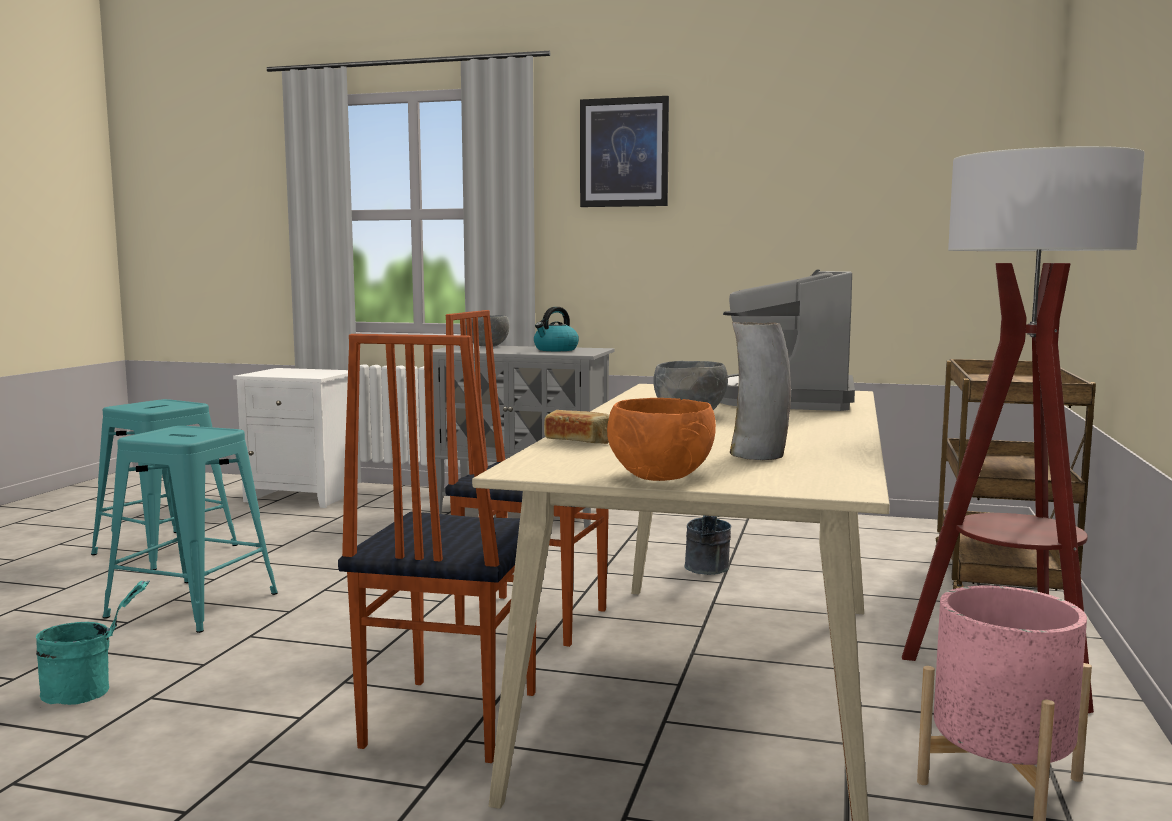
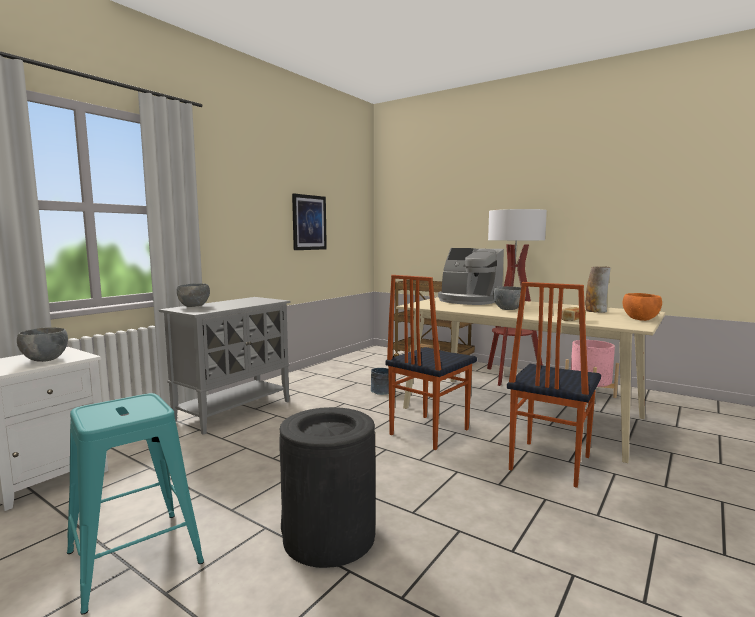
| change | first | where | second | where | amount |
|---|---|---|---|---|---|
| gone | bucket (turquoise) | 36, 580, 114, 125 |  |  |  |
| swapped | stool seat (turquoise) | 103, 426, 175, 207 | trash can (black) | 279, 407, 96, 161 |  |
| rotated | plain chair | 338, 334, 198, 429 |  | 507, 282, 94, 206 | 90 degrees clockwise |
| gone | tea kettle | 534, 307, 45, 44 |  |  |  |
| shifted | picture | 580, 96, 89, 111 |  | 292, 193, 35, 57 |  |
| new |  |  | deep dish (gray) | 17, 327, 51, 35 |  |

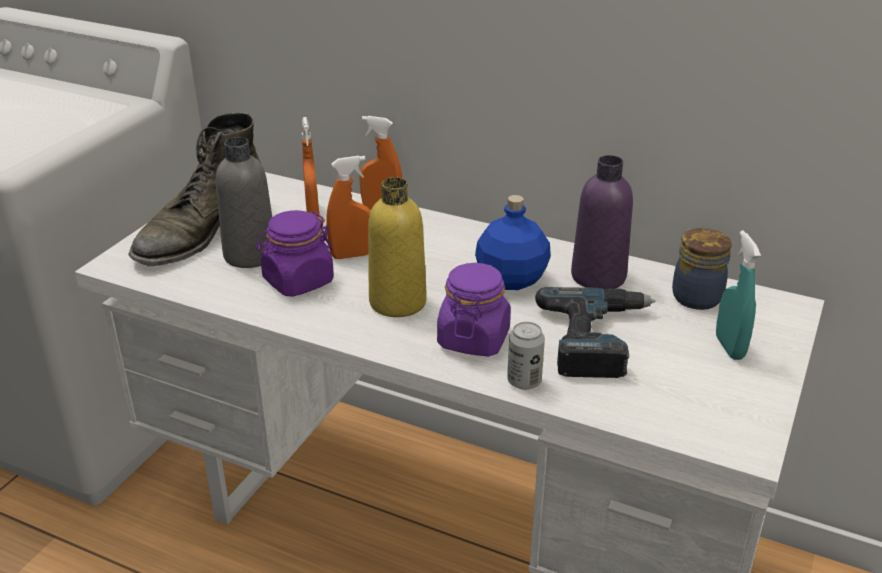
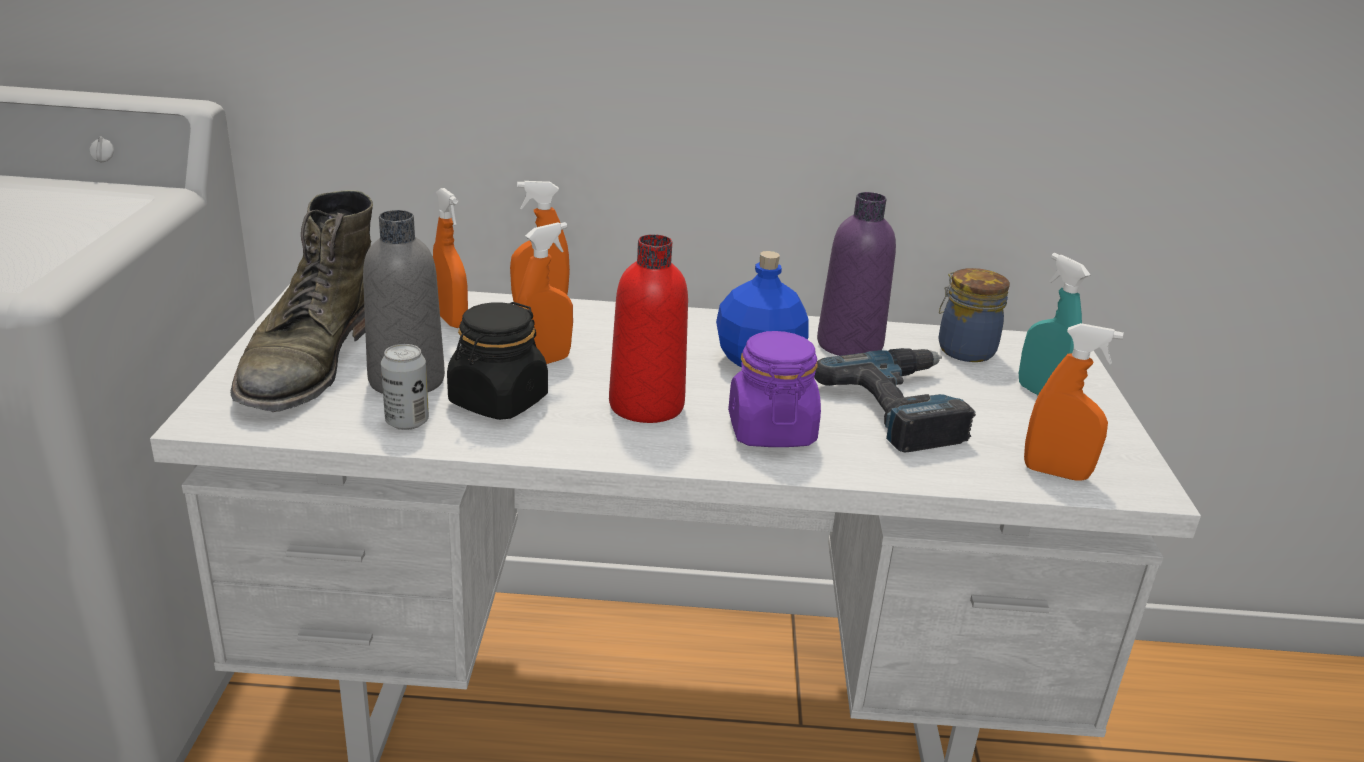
| change | first | where | second | where | amount |
|---|---|---|---|---|---|
| repainted | preserve jar (purplish) | 256, 210, 78, 87 | preserve jar (black) | 447, 302, 101, 118 |  |
| repainted | bottle (yellow) | 368, 177, 59, 140 | bottle (reddish) | 609, 234, 79, 189 |  |
| shifted | metal can | 507, 322, 38, 68 |  | 381, 344, 48, 86 |  |
| new |  |  | hand sprayer (orange-coloured) | 1024, 323, 100, 157 |  |

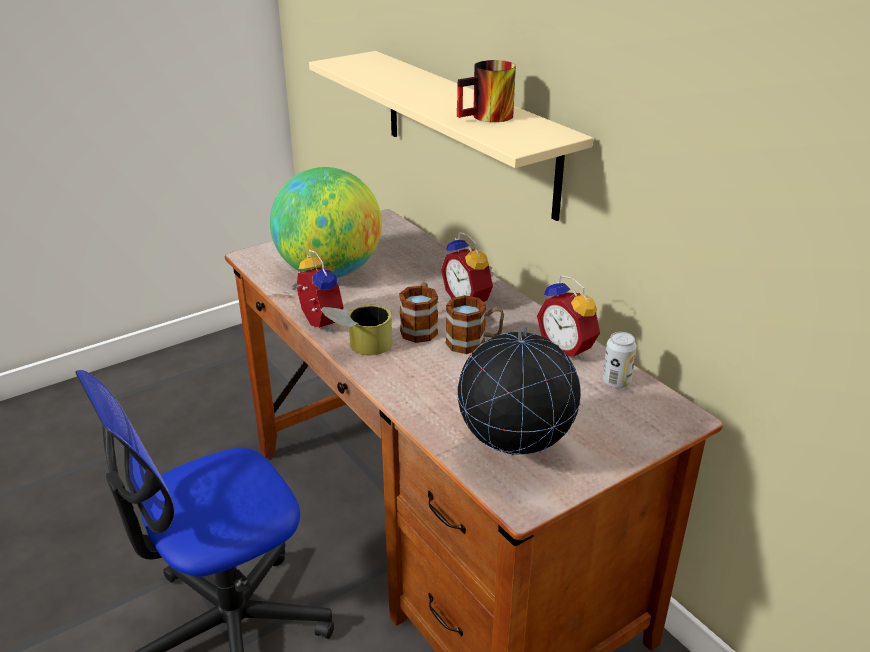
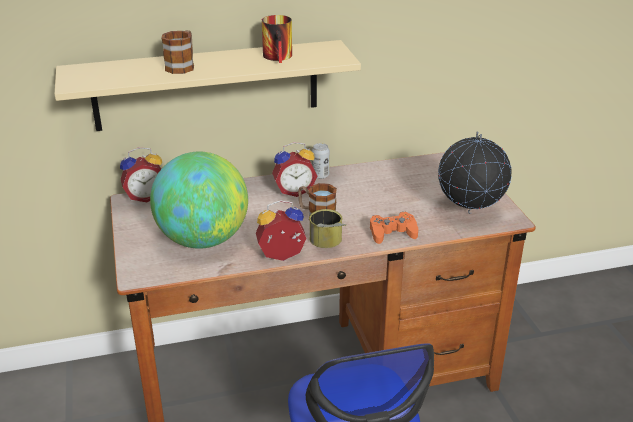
| change | first | where | second | where | amount |
|---|---|---|---|---|---|
| shifted | tea mug | 446, 295, 58, 59 |  | 161, 30, 33, 44 |  |
| shifted | bedside clock | 537, 275, 63, 84 |  | 120, 147, 42, 55 |  |
| shifted | metal can | 602, 332, 35, 57 |  | 312, 143, 18, 36 |  |
| new |  |  | joypad (orange-coloured) | 370, 212, 48, 32 |  |

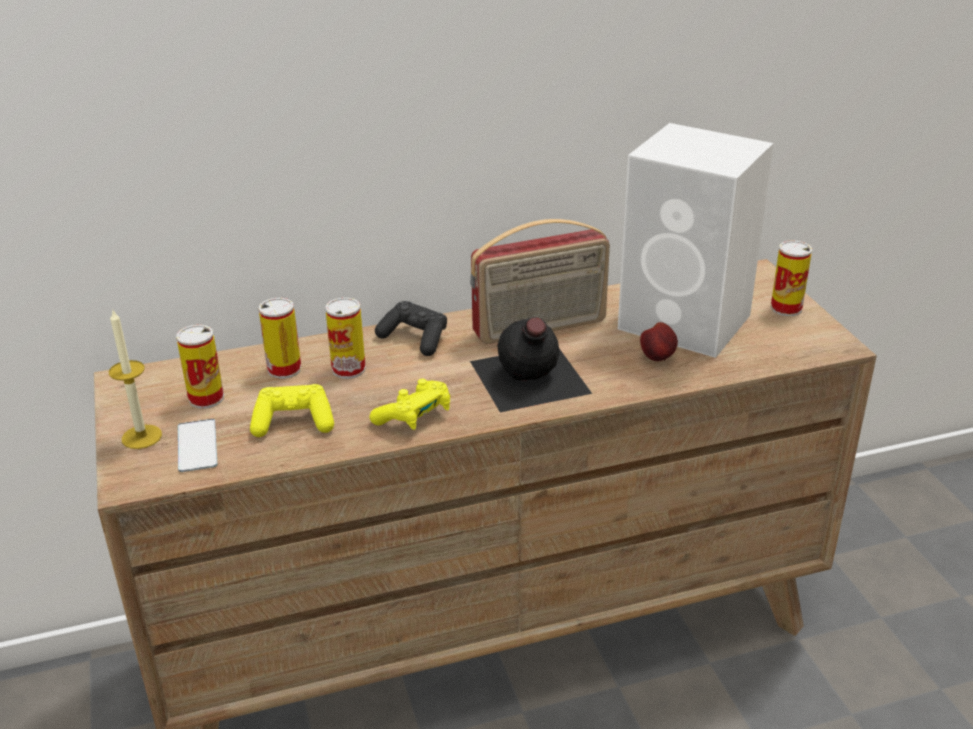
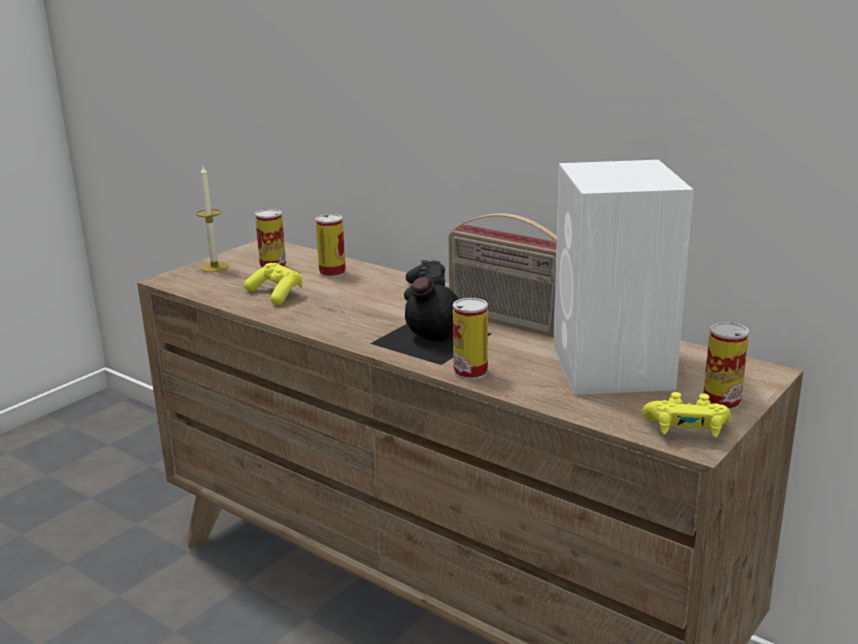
| change | first | where | second | where | amount |
|---|---|---|---|---|---|
| gone | phone | 178, 419, 39, 53 |  |  |  |
| shifted | metal can | 325, 298, 41, 81 |  | 453, 298, 35, 82 |  |
| shifted | joypad (yellow) | 370, 379, 80, 51 |  | 642, 392, 89, 45 |  |
| gone | apple | 640, 322, 38, 39 |  |  |  |

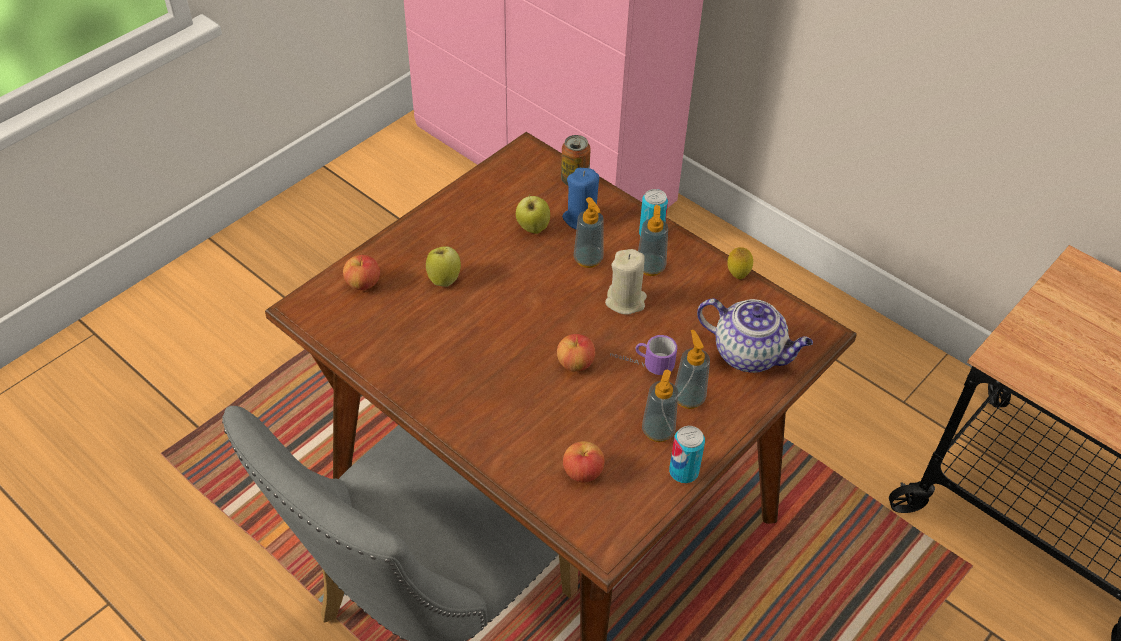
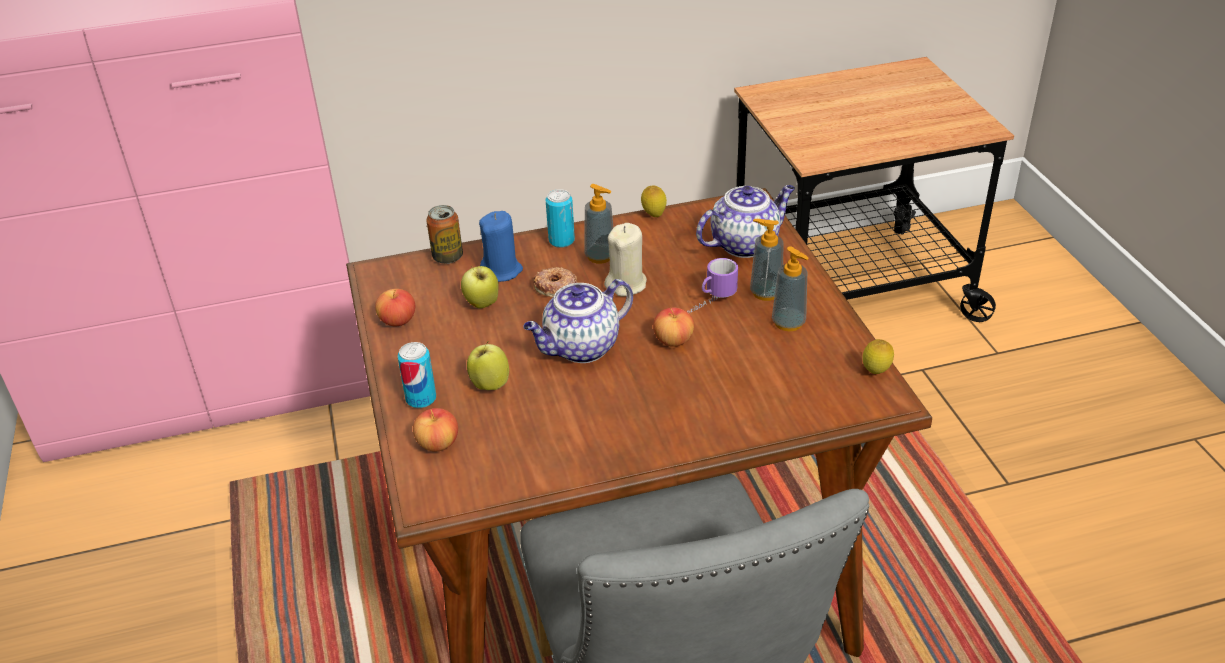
| change | first | where | second | where | amount |
|---|---|---|---|---|---|
| shifted | apple | 563, 441, 42, 41 |  | 375, 289, 40, 37 |  |
| swapped | liquid soap bottle | 574, 197, 30, 71 | donut | 534, 267, 43, 30 |  |
| shifted | metal can | 669, 426, 36, 57 |  | 397, 342, 39, 66 |  |
| new |  |  | tea pot | 523, 279, 110, 84 |  |
| new |  |  | citrus fruit | 862, 339, 32, 35 |  |

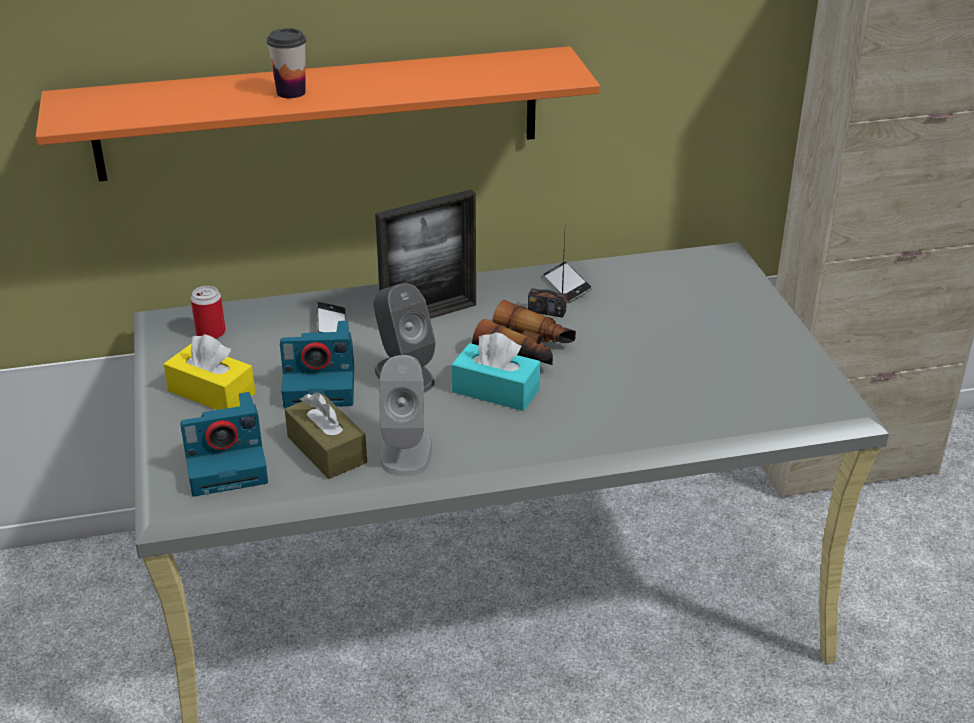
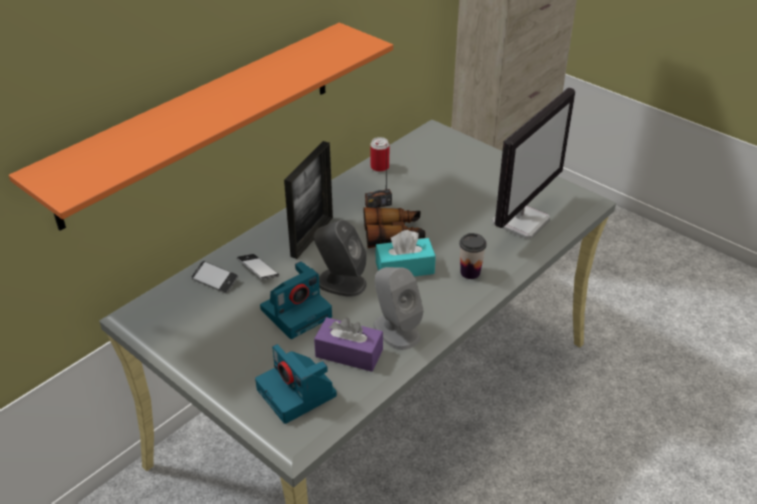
| change | first | where | second | where | amount |
|---|---|---|---|---|---|
| gone | tissue box (yellow) | 164, 334, 91, 76 |  |  |  |
| rotated | photo camera | 180, 392, 88, 104 |  | 255, 344, 82, 80 | 105 degrees clockwise |
| shifted | metal can | 191, 286, 35, 53 |  | 370, 137, 19, 35 |  |
| shifted | drinking cup | 267, 28, 39, 70 |  | 459, 233, 28, 46 |  |
| repainted | tissue box (brownish) | 285, 392, 82, 87 | tissue box (purplish) | 314, 317, 69, 55 |  |
| shifted | phone | 543, 262, 49, 40 |  | 191, 261, 47, 32 |  |
| new |  |  | monitor | 492, 87, 83, 152 |  |

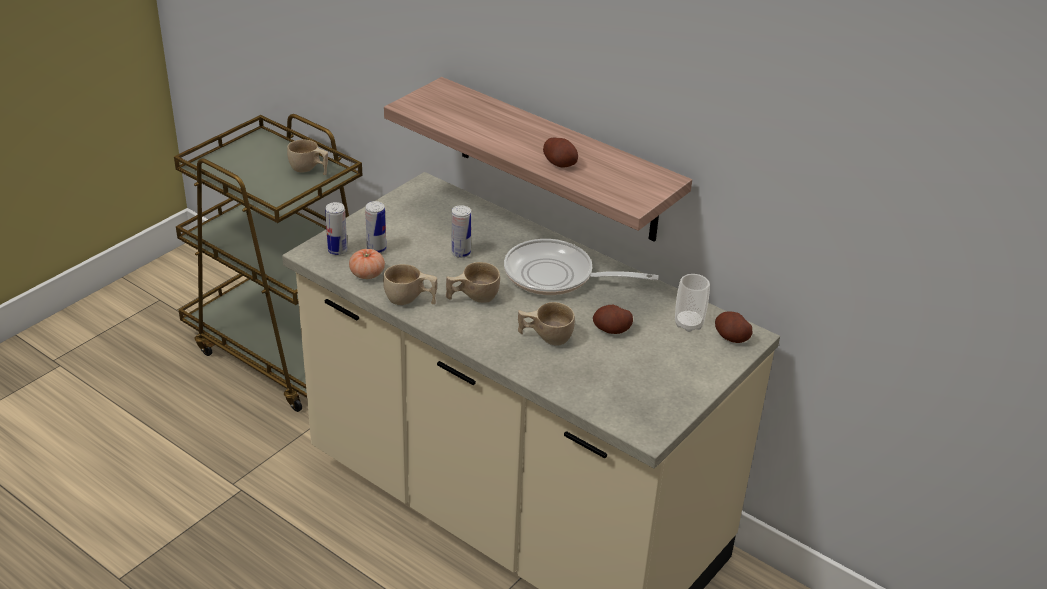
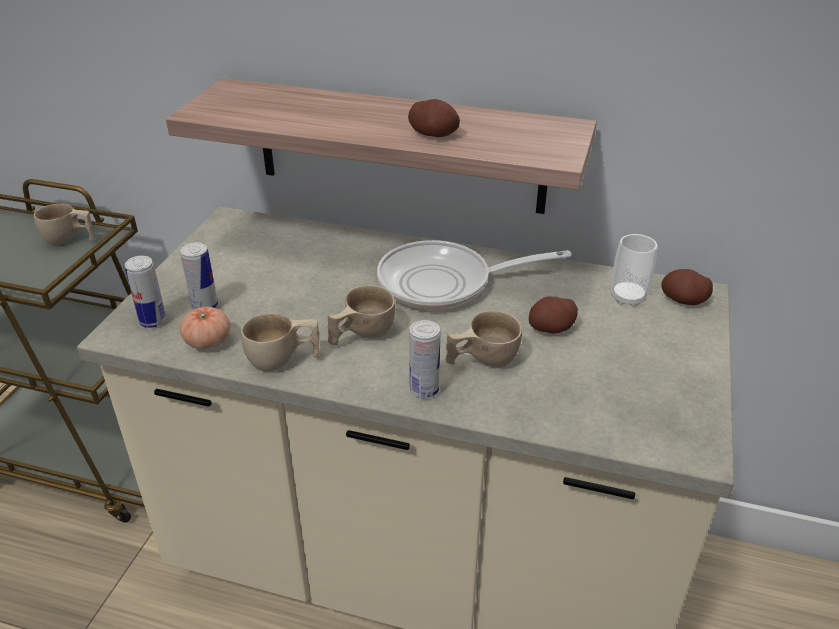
| change | first | where | second | where | amount |
|---|---|---|---|---|---|
| shifted | metal can | 451, 205, 20, 53 |  | 409, 320, 31, 79 |  |

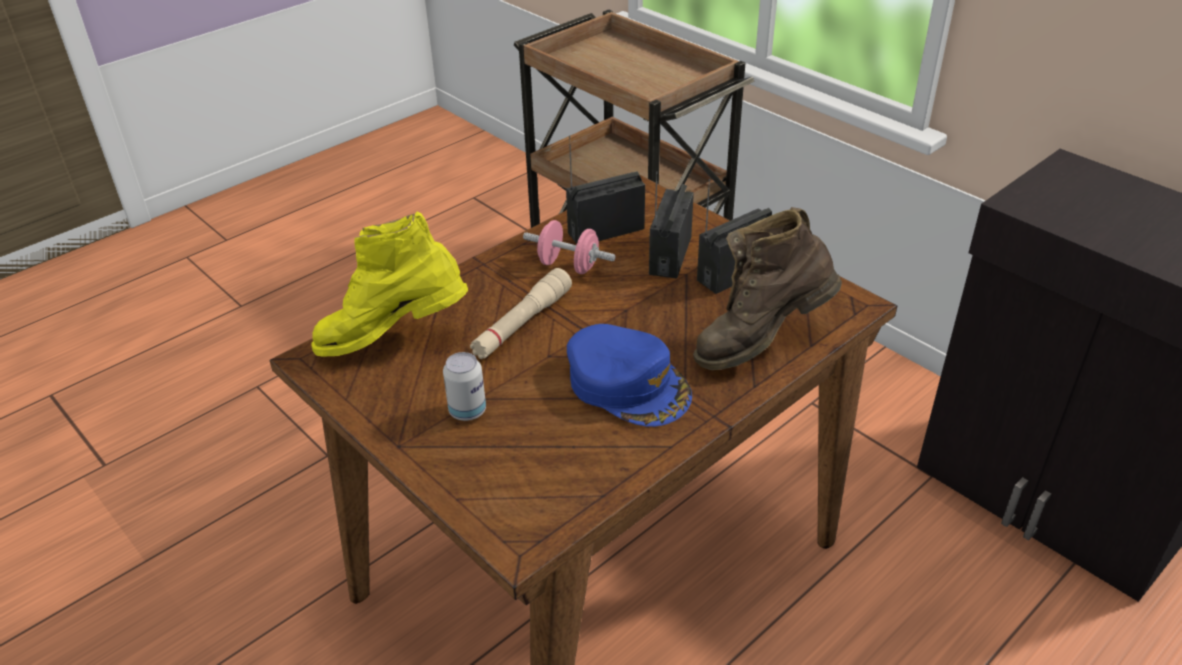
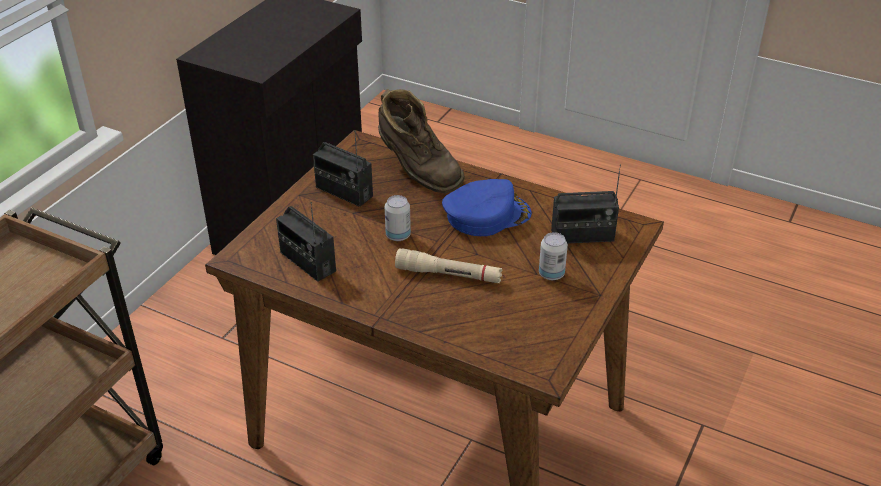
| change | first | where | second | where | amount |
|---|---|---|---|---|---|
| gone | tall boot (yellow) | 311, 212, 157, 144 |  |  |  |
| gone | dumbbell (pink-coloured) | 523, 220, 93, 54 |  |  |  |
| rotated | baseball cap (blue) | 567, 324, 125, 103 |  | 442, 179, 90, 57 | 45 degrees clockwise |
| shifted | radio set | 649, 172, 45, 107 |  | 551, 164, 70, 80 |  |
| new |  |  | metal can | 385, 195, 26, 46 |  |

